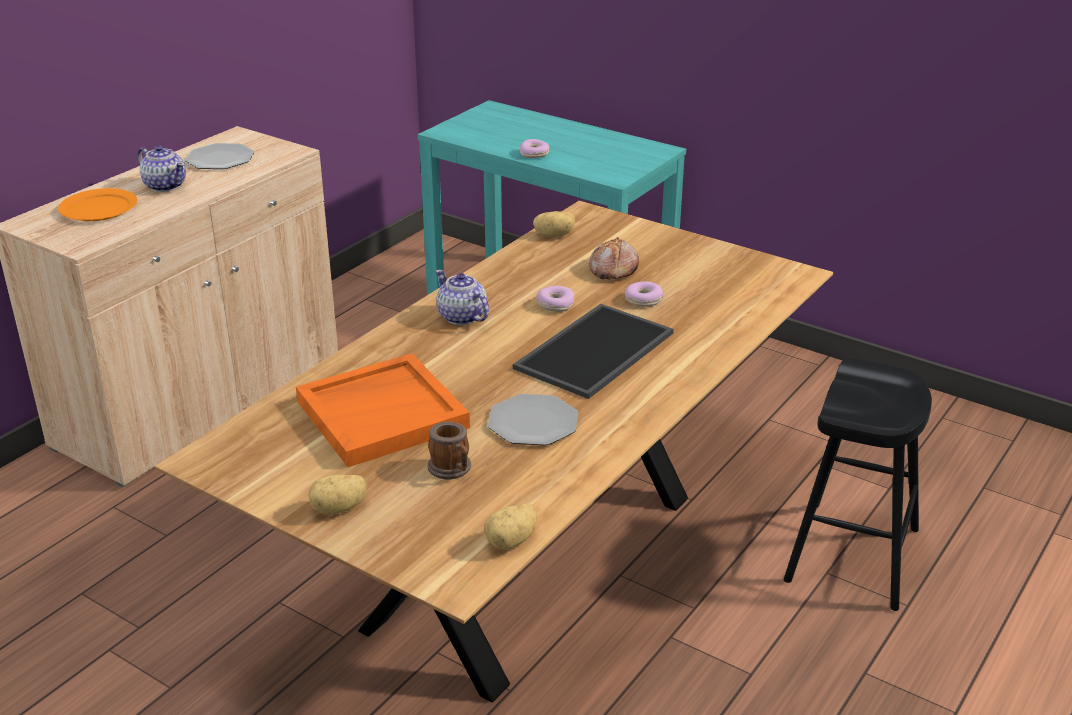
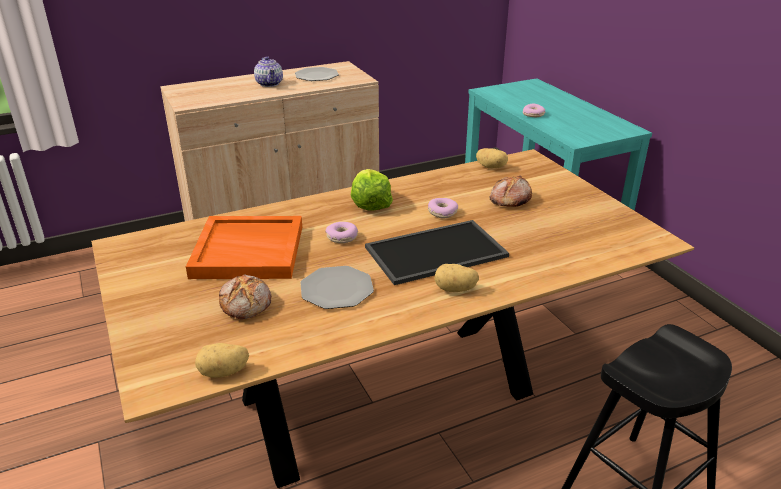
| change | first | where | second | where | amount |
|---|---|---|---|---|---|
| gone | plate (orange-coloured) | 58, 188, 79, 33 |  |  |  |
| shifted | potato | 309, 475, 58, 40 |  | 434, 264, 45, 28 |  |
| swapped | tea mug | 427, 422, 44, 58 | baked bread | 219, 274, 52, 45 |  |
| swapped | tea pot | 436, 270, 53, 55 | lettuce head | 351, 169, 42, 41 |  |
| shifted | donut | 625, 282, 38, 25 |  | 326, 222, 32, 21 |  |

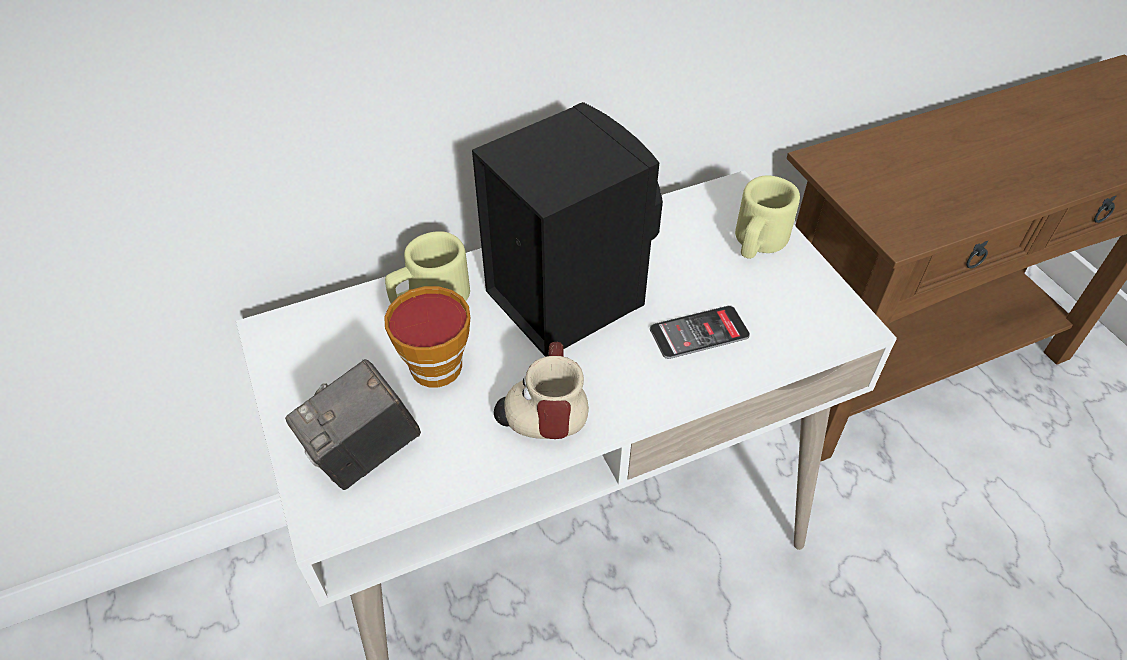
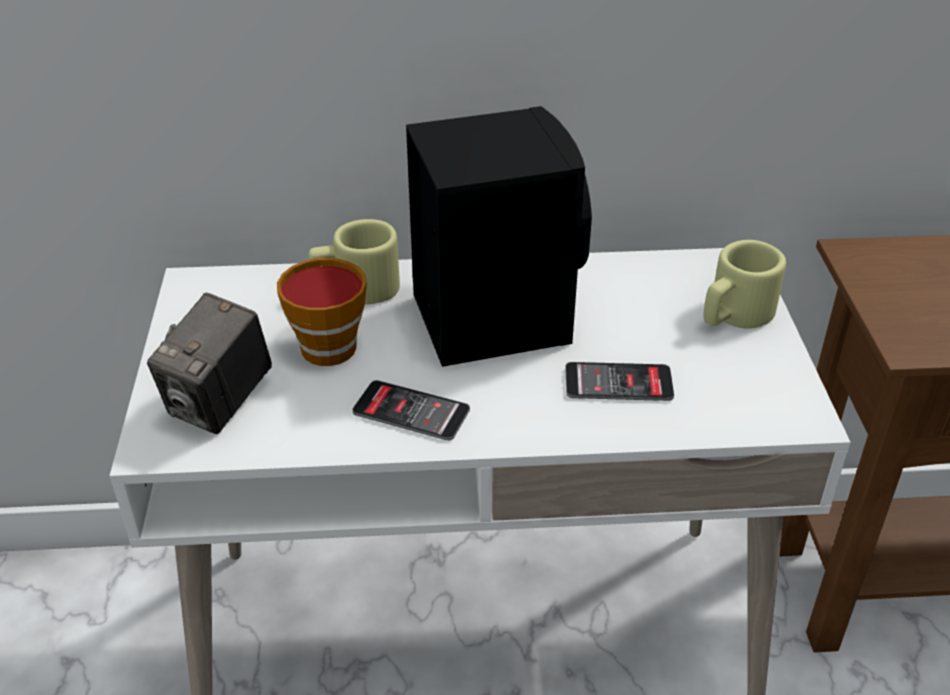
| change | first | where | second | where | amount |
|---|---|---|---|---|---|
| rotated | photo camera | 285, 359, 136, 131 |  | 147, 293, 125, 141 | 45 degrees counterclockwise |
| swapped | tea mug | 494, 342, 95, 97 | phone | 352, 380, 118, 61 |  |

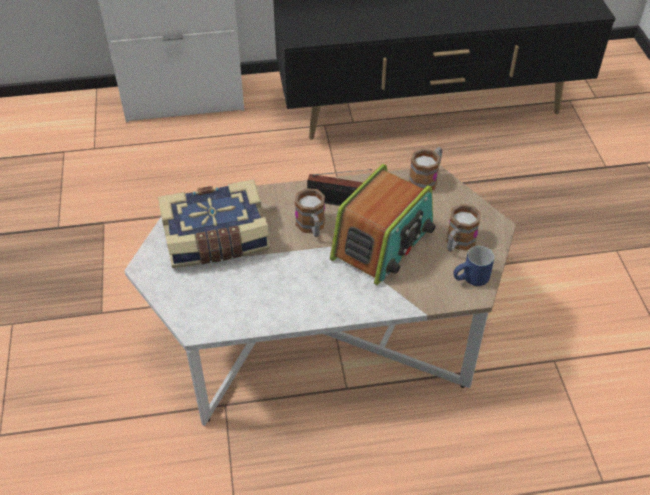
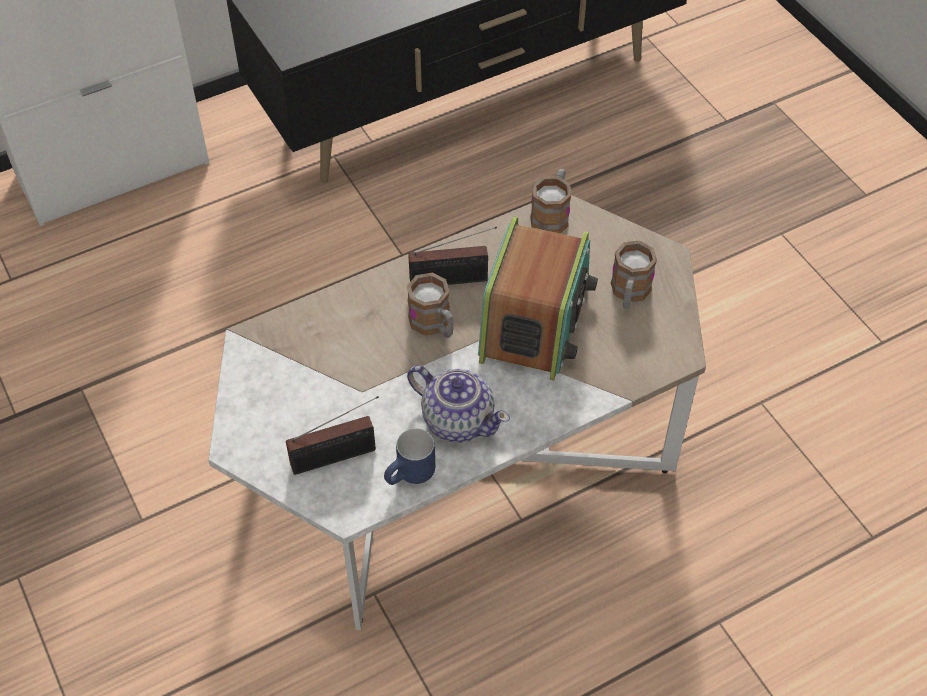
| change | first | where | second | where | amount |
|---|---|---|---|---|---|
| gone | bound book | 158, 179, 112, 89 |  |  |  |
| shifted | tea mug (blue) | 453, 246, 41, 40 |  | 384, 428, 51, 57 |  |
| new |  |  | radio set | 286, 396, 93, 79 |  |
| new |  |  | tea pot | 407, 365, 103, 78 |  |

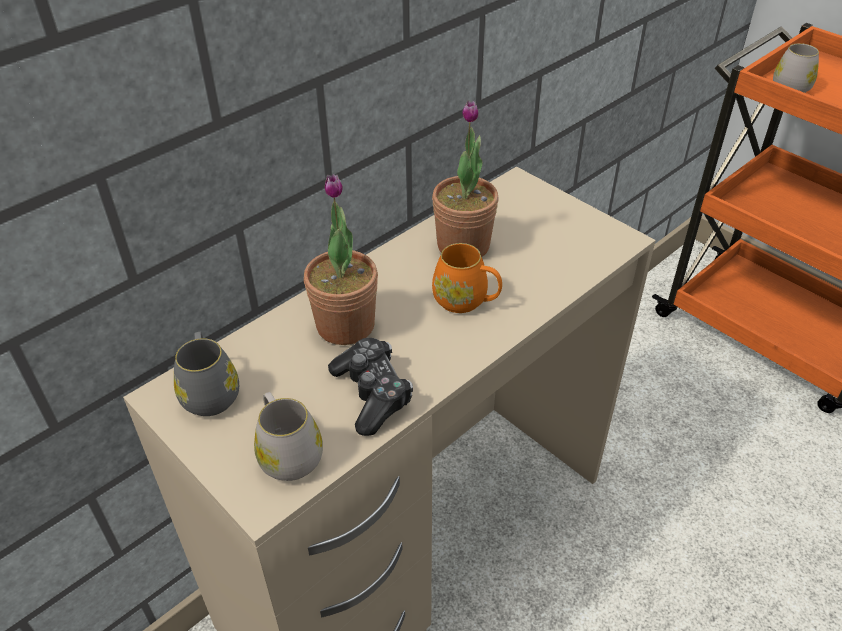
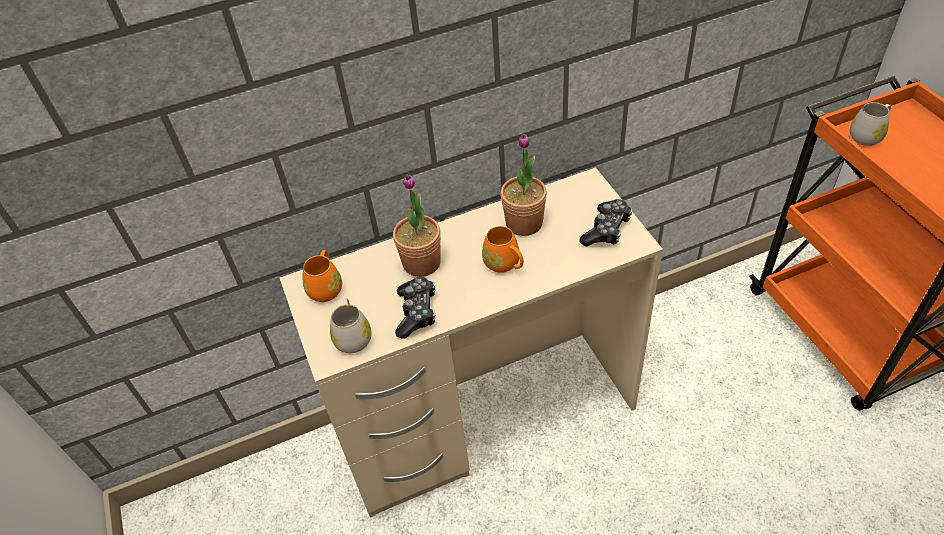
| change | first | where | second | where | amount |
|---|---|---|---|---|---|
| repainted | tea mug (gray) | 174, 332, 65, 84 | tea mug (orange-coloured) | 303, 250, 39, 52 |  |
| new |  |  | joypad | 579, 199, 53, 48 |  |

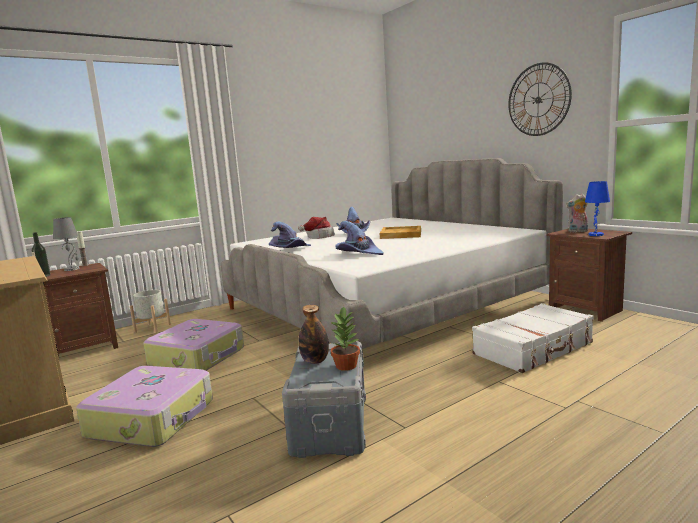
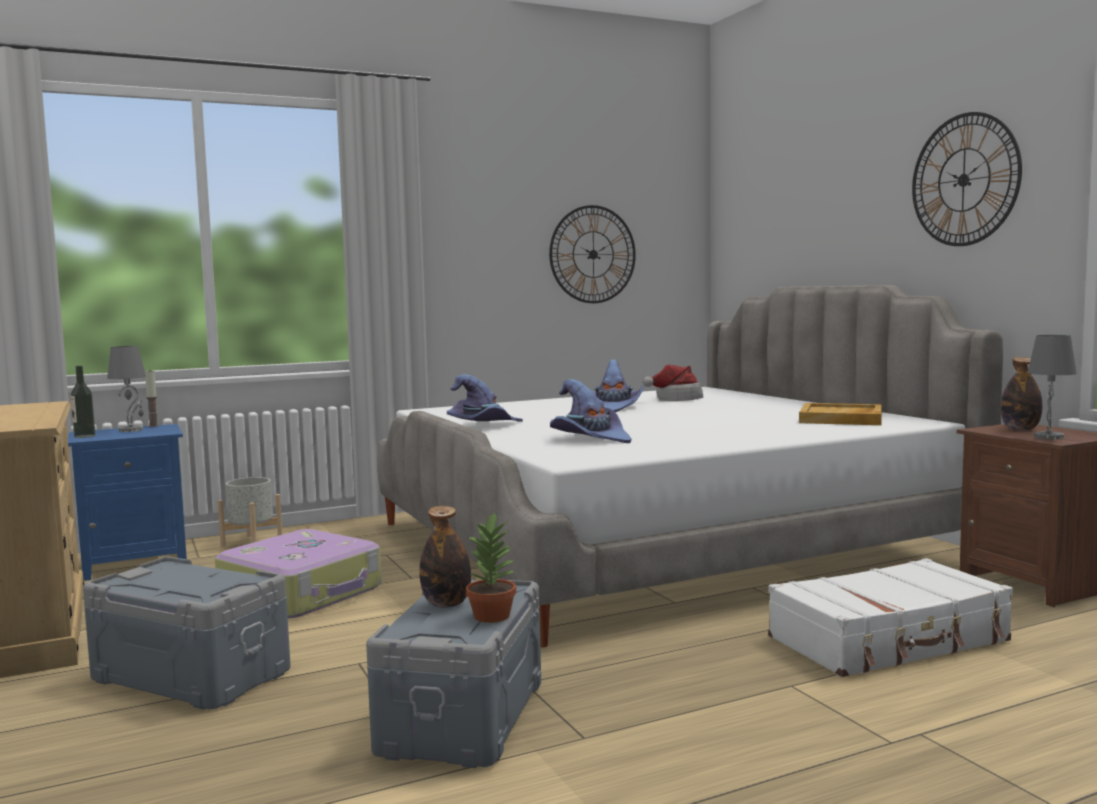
| change | first | where | second | where | amount |
|---|---|---|---|---|---|
| repainted | night table (brownish) | 43, 263, 75, 95 | night table (blue) | 68, 424, 119, 157 |  |
| swapped | piece of luggage | 76, 366, 137, 81 | storage container (gray) | 83, 557, 208, 152 |  |
| shifted | clothing hat | 298, 217, 37, 22 |  | 643, 365, 60, 36 |  |
| shifted | carrying tray (sand-coloured) | 380, 226, 41, 13 |  | 799, 403, 83, 22 |  |
| swapped | plush toy | 566, 194, 22, 39 | bottle | 1001, 357, 41, 74 |  |
| repainted | lamp for a table (blue) | 585, 181, 25, 55 | lamp for a table (gray) | 1027, 335, 50, 104 |  |
| new |  |  | clock on the wall | 549, 205, 87, 98 |  |

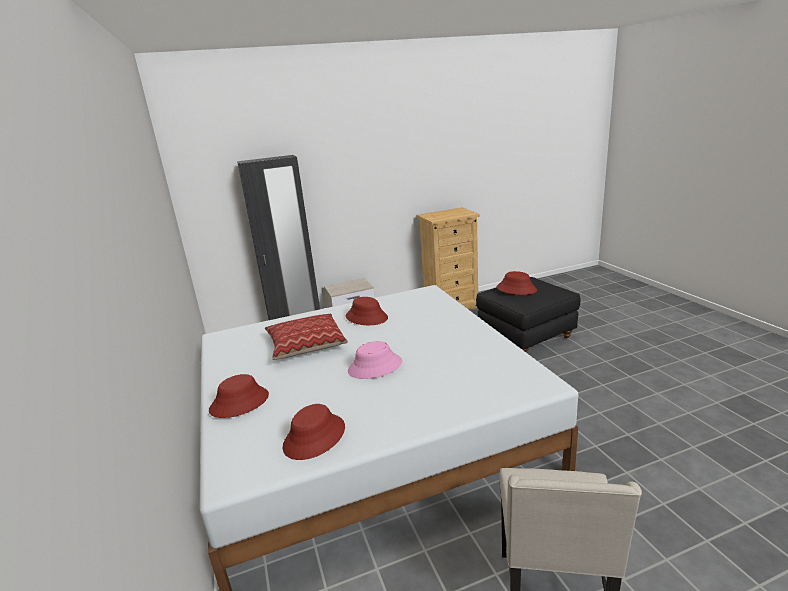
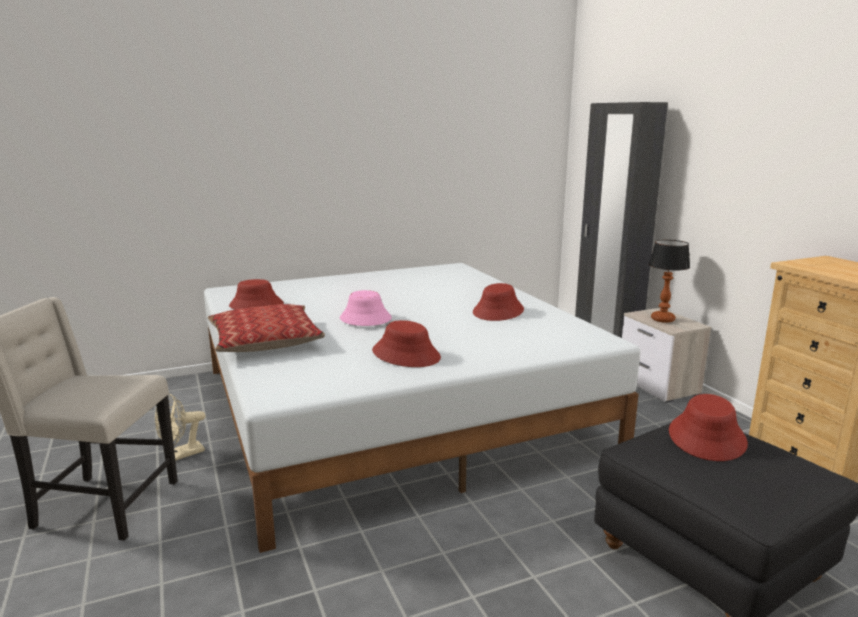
| change | first | where | second | where | amount |
|---|---|---|---|---|---|
| shifted | clothing hat (reddish) | 209, 374, 60, 44 |  | 372, 320, 69, 47 |  |
| shifted | pillow | 265, 314, 83, 46 |  | 208, 304, 117, 48 |  |
| new |  |  | cooling fan (sand-coloured) | 155, 394, 50, 67 |  |
| new |  |  | lamp for a table | 649, 240, 41, 83 |  |

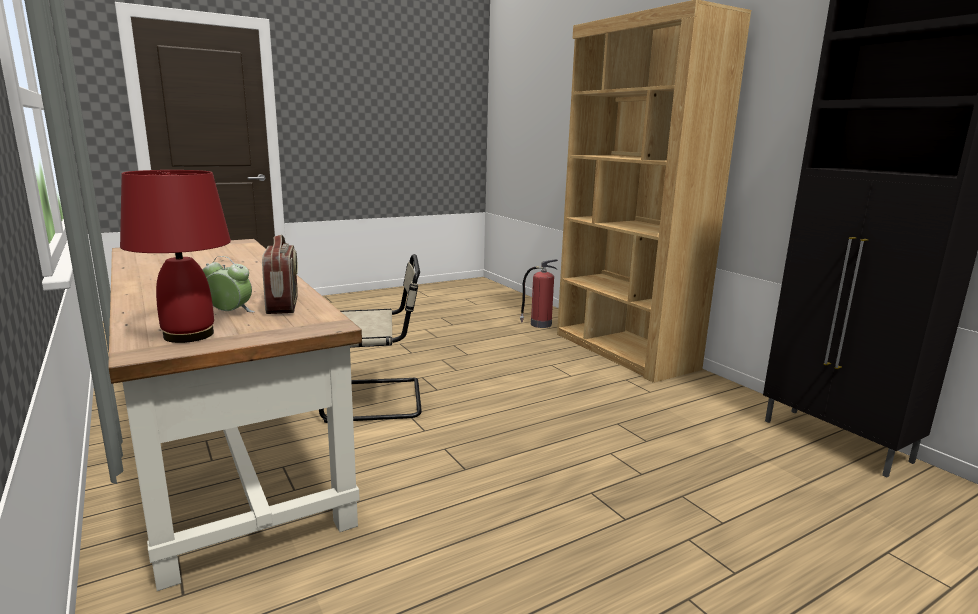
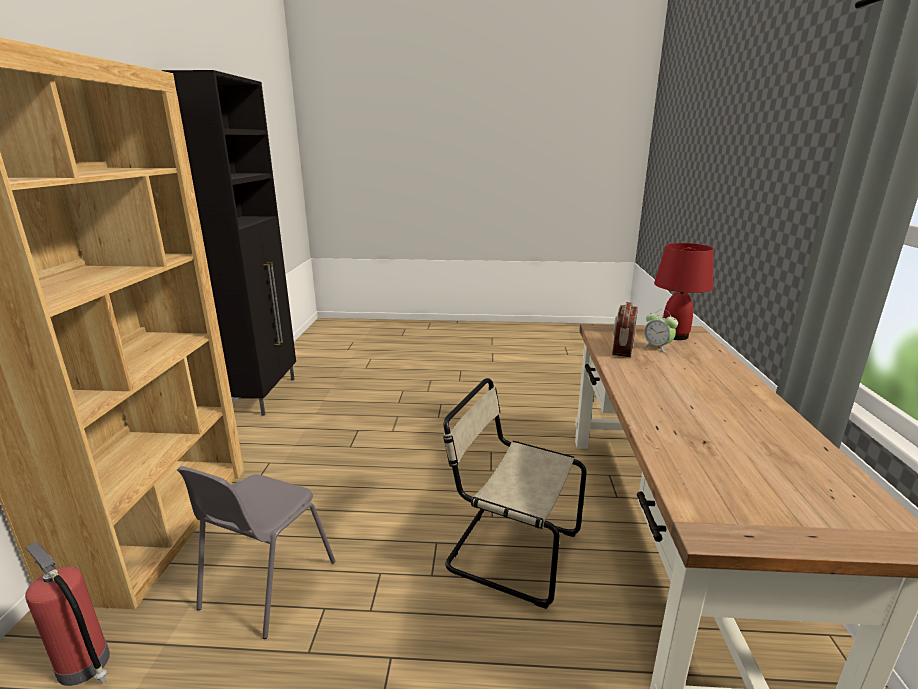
| change | first | where | second | where | amount |
|---|---|---|---|---|---|
| new |  |  | plain chair (gray) | 177, 466, 158, 173 |  |

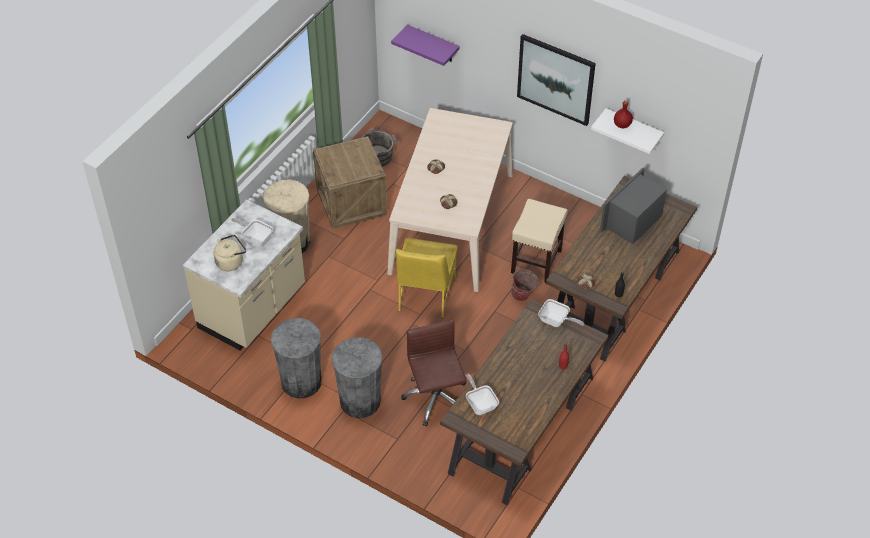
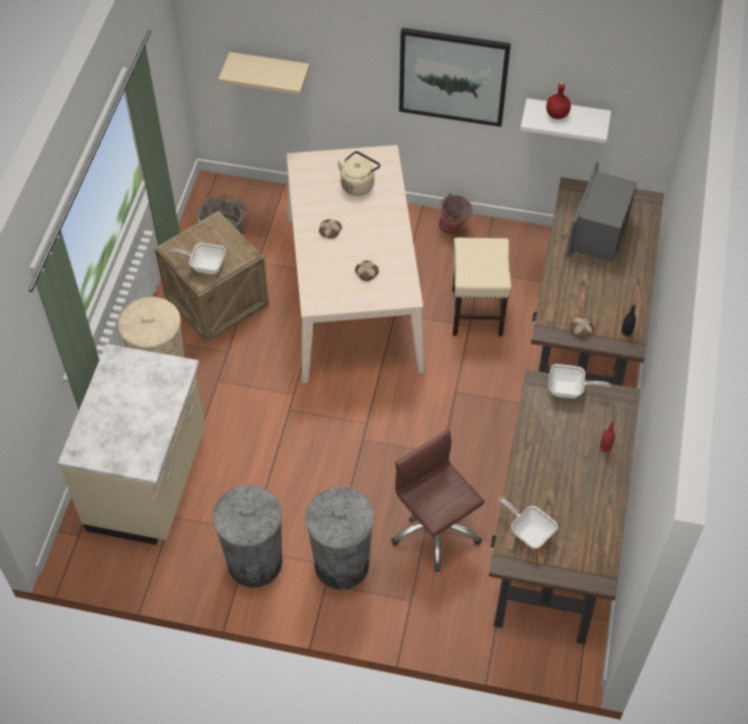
| change | first | where | second | where | amount |
|---|---|---|---|---|---|
| shifted | tea kettle (sand-coloured) | 214, 235, 32, 36 |  | 338, 151, 42, 45 |  |
| shifted | pan | 231, 218, 42, 29 |  | 169, 243, 57, 31 |  |
| repainted | bracket shelf (purplish) | 391, 25, 69, 41 | bracket shelf (sand-coloured) | 219, 52, 91, 43 |  |
| gone | plain chair (yellow) | 396, 238, 62, 80 |  |  |  |
| shifted | bucket | 510, 268, 29, 33 |  | 439, 193, 34, 42 |  |

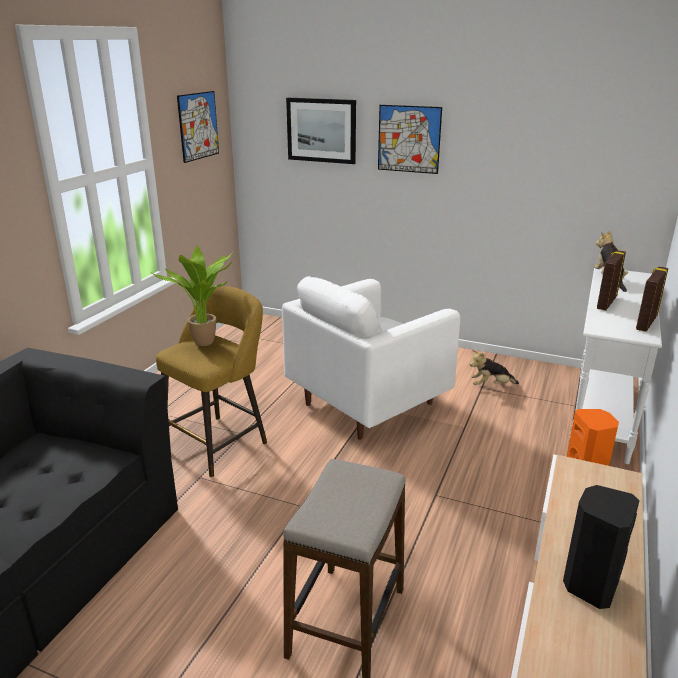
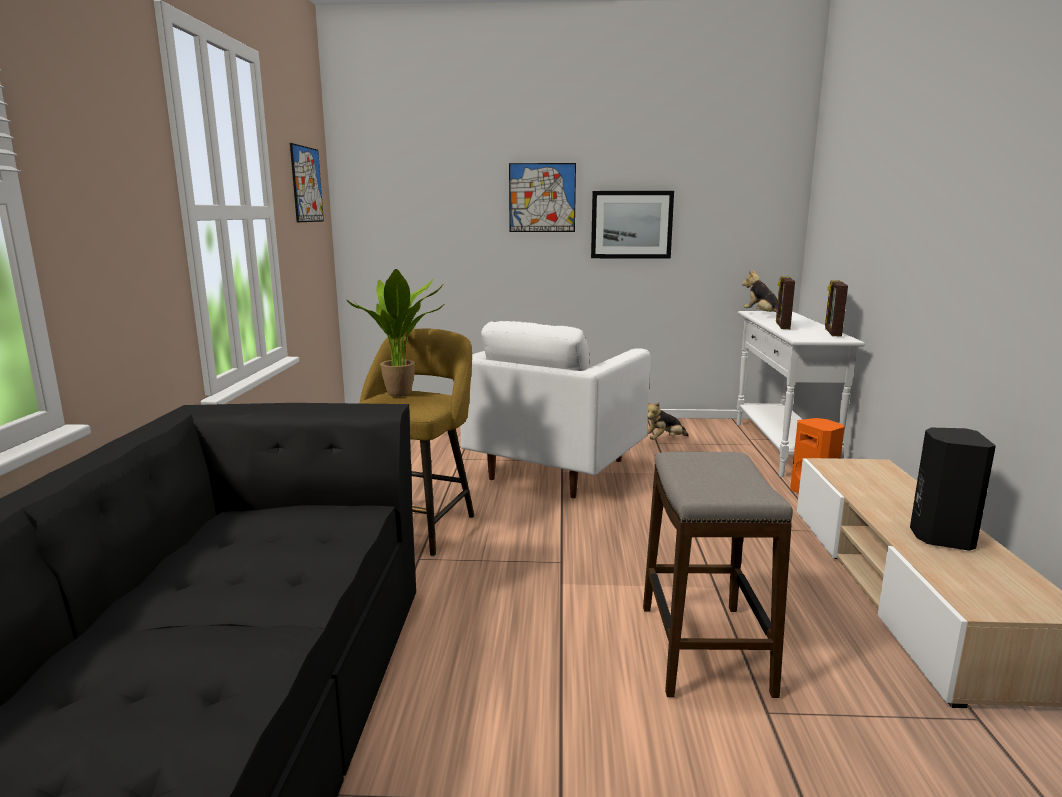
| change | first | where | second | where | amount |
|---|---|---|---|---|---|
| shifted | picture | 286, 98, 70, 66 |  | 591, 191, 83, 68 |  |

